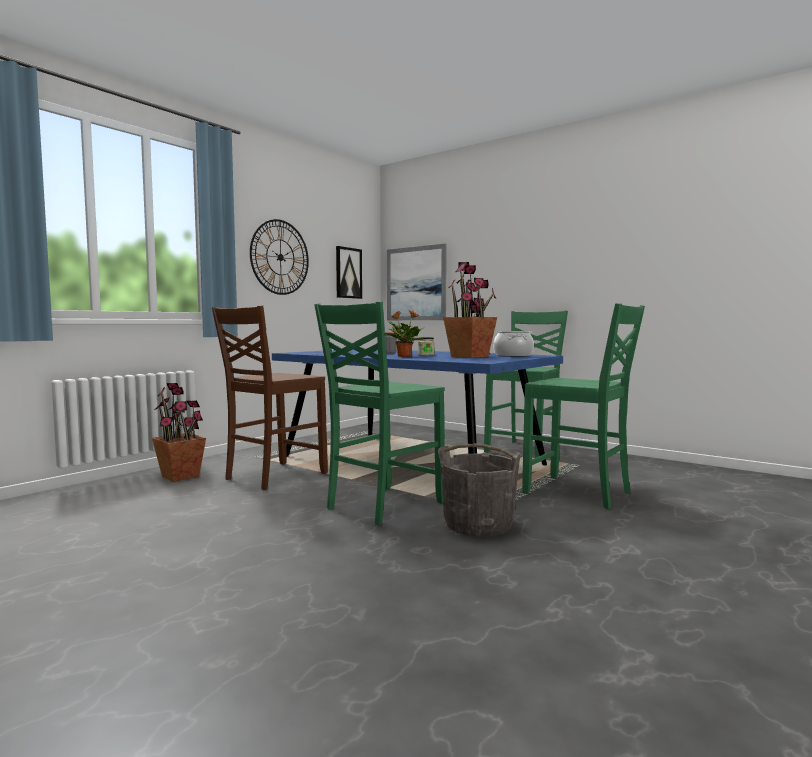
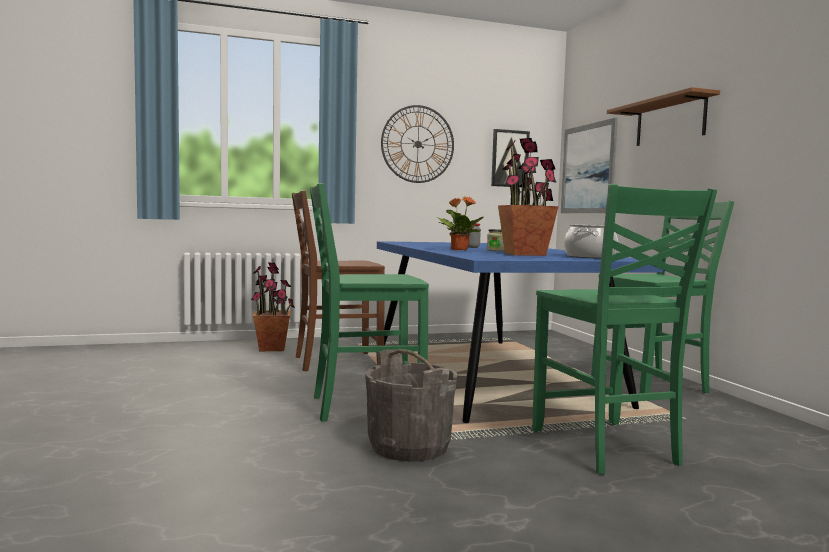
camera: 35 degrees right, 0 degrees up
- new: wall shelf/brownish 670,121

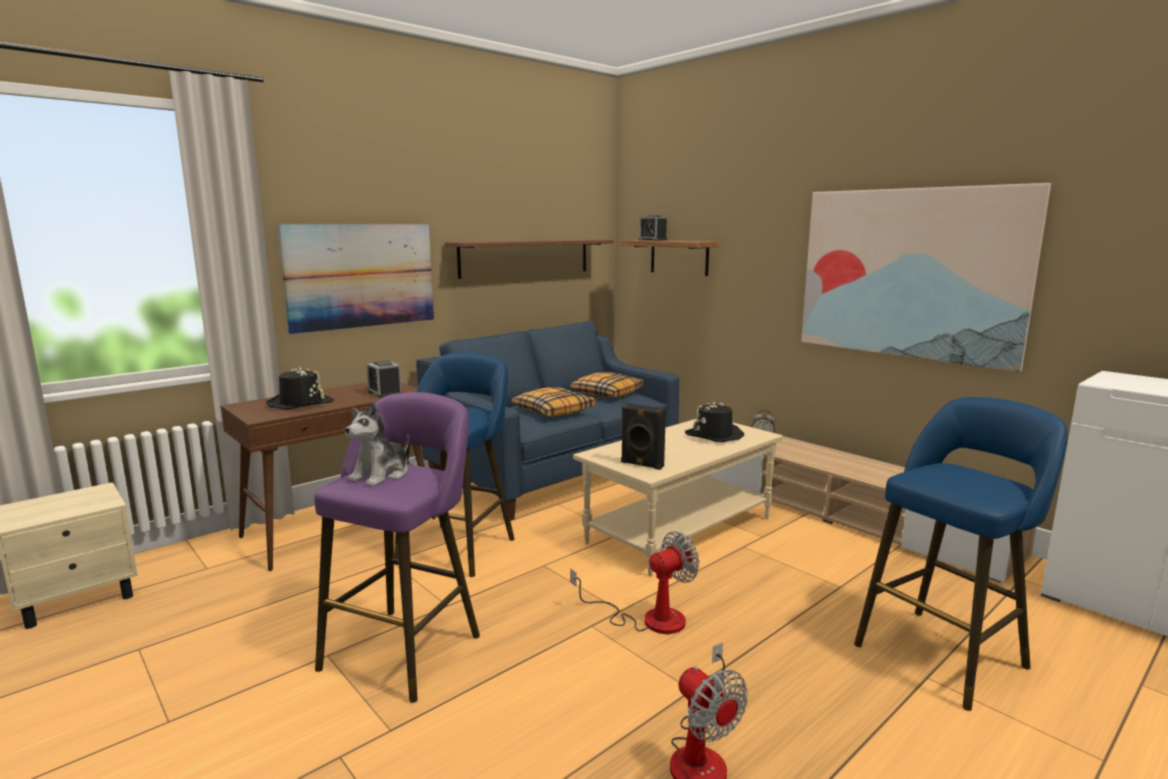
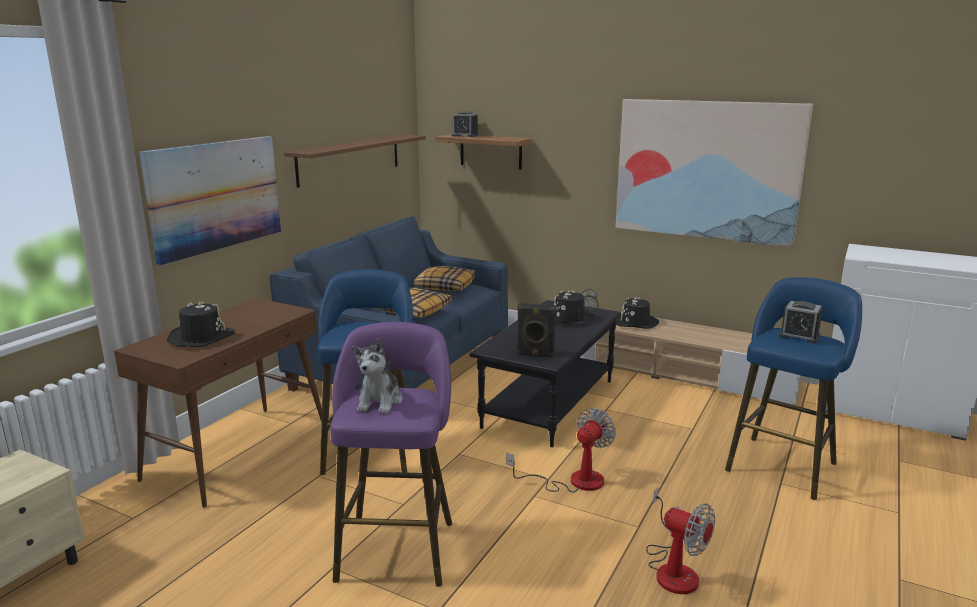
camera: 20 degrees left, 5 degrees up
- shifted: alarm clock 385,393 to 799,336
- repainted: coffee table/beige 679,529 to coffee table/blackish 548,403
- new: hat/blackish 635,323

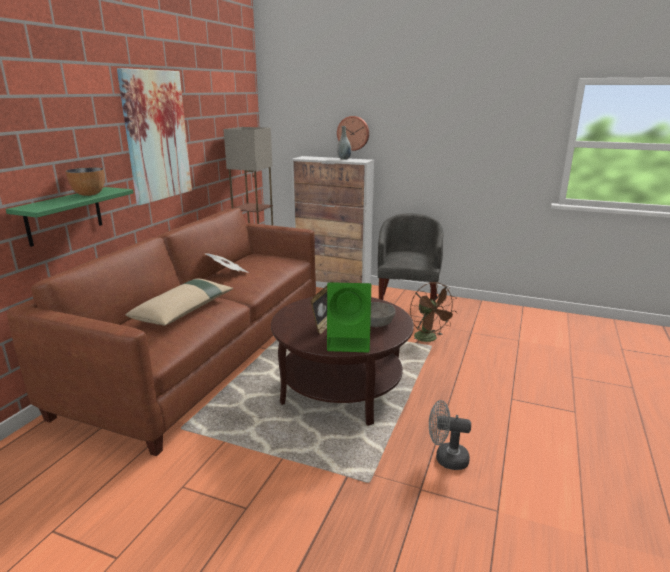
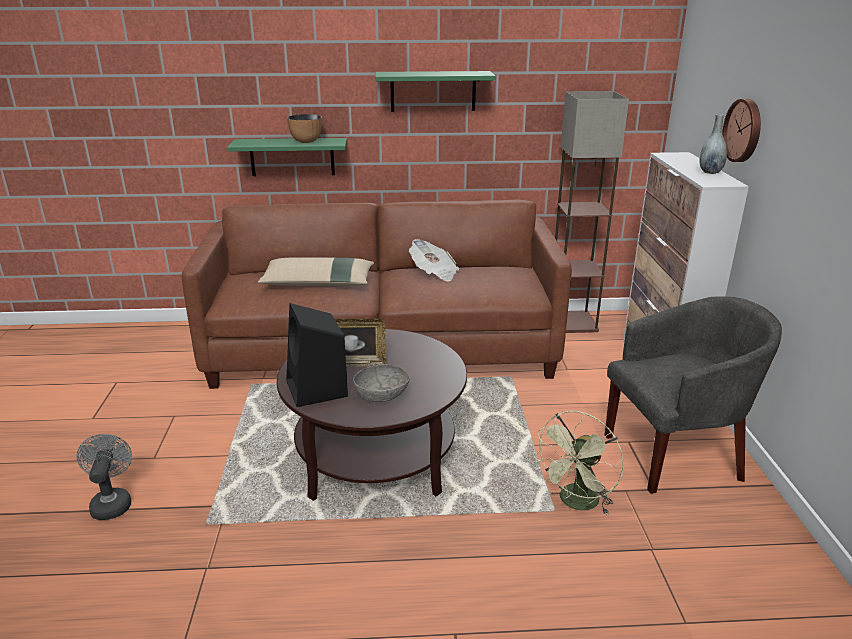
camera: 65 degrees right, 5 degrees up
- swapped: wall art 156,136 to wall shelf/green-coloured 433,91
- repainted: speaker/green-coloured 350,341 to speaker/blackish 317,389
- repainted: electric fan/brownish 429,339 to electric fan/green-coloured 576,504
- shifted: electric fan/greyish 446,458 to 112,502

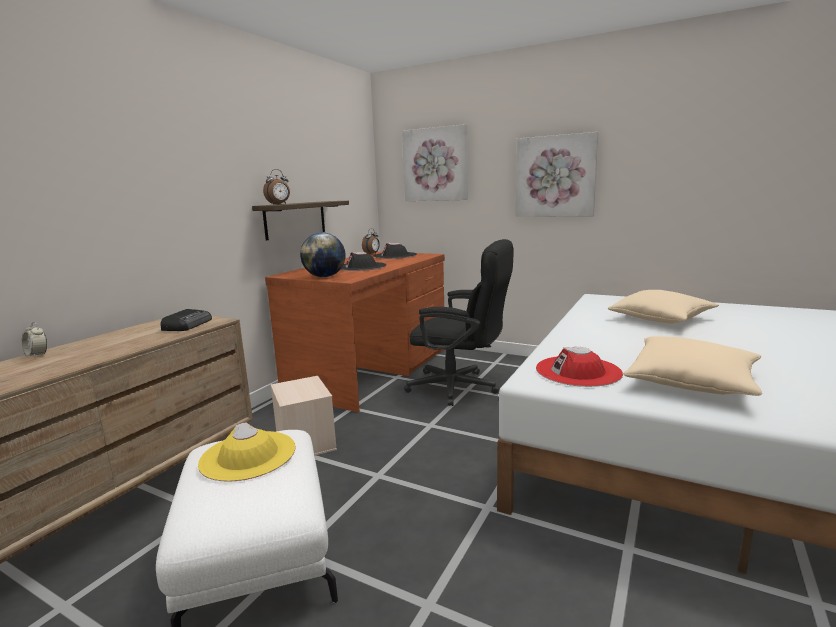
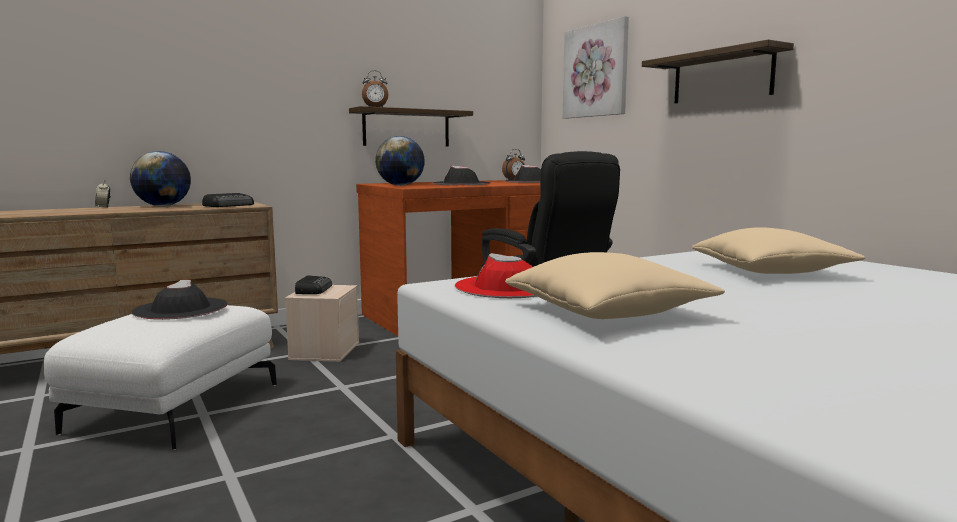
camera: 30 degrees right, 5 degrees down
- repainted: hat/yellow-coloured 248,455 to hat/blackish 180,309
- swapped: wall art 555,176 to wall shelf 722,77
- new: globe 163,206
- new: radio receiver 313,289

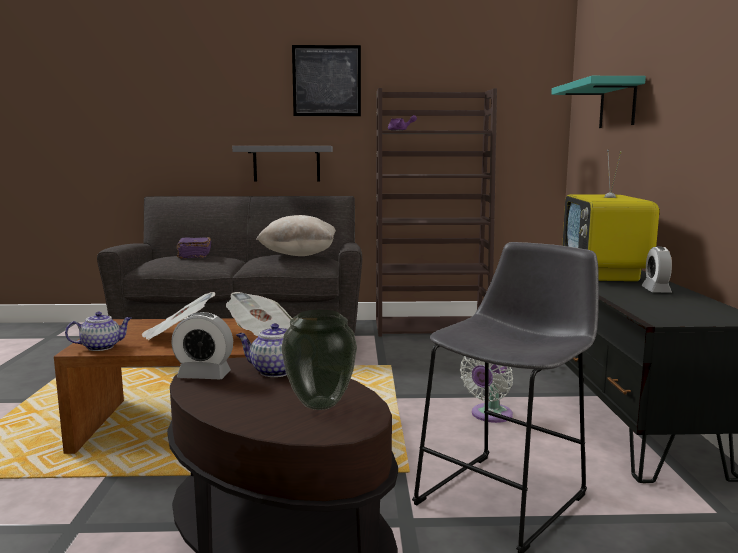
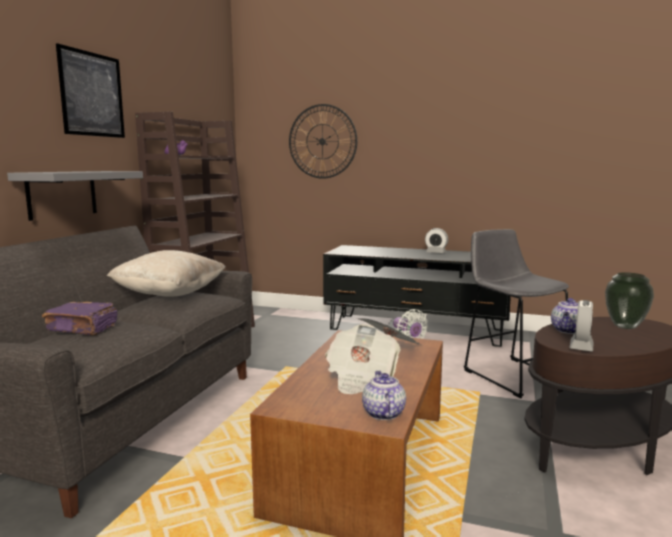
camera: 70 degrees left, 0 degrees up
- swapped: wall shelf/blue-green 617,104 to hanging clock 322,141
- gone: TV set 604,274

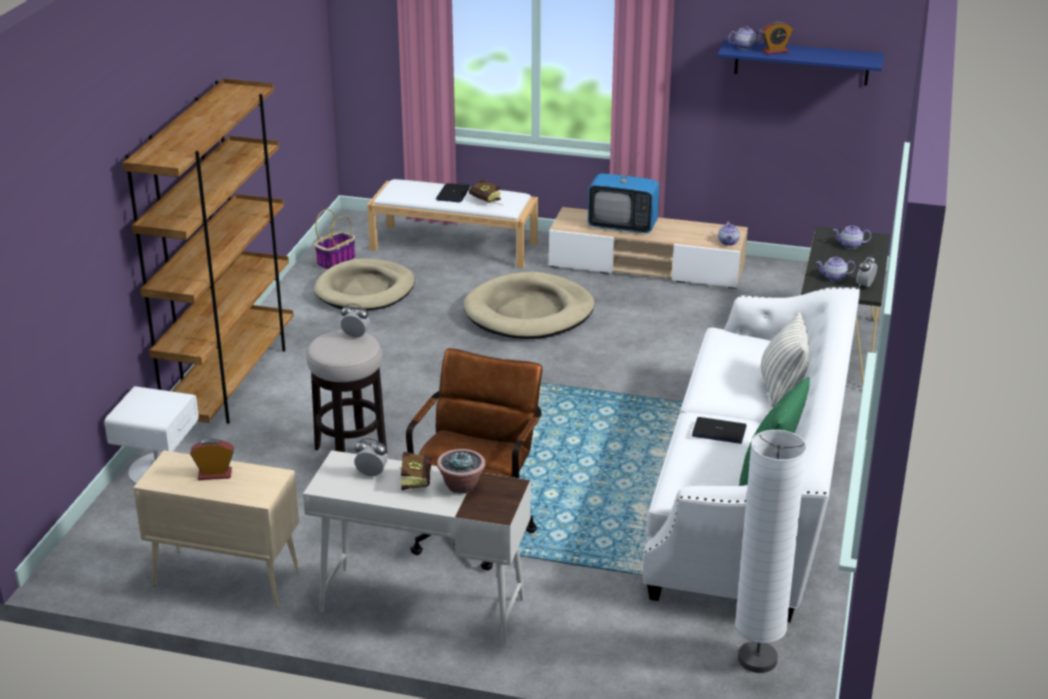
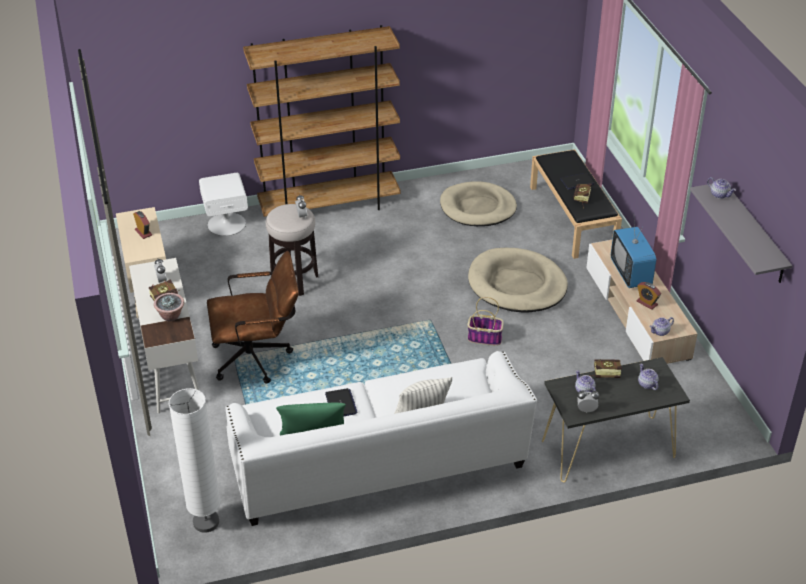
camera: 60 degrees right, 10 degrees up
- shifted: storage basket 336,261 to 485,338
- repainted: long seat/white 455,246 to long seat/blackish 573,218
- repainted: wall shelf/bluish 801,62 to wall shelf/greyish 754,234
- shifted: alarm clock 775,51 to 647,303
- new: volume 603,373

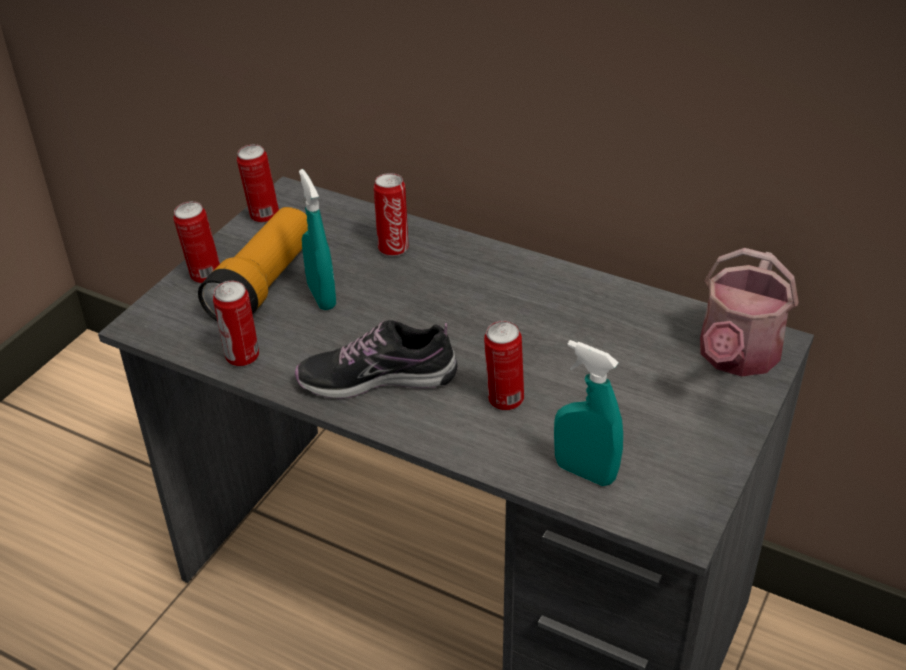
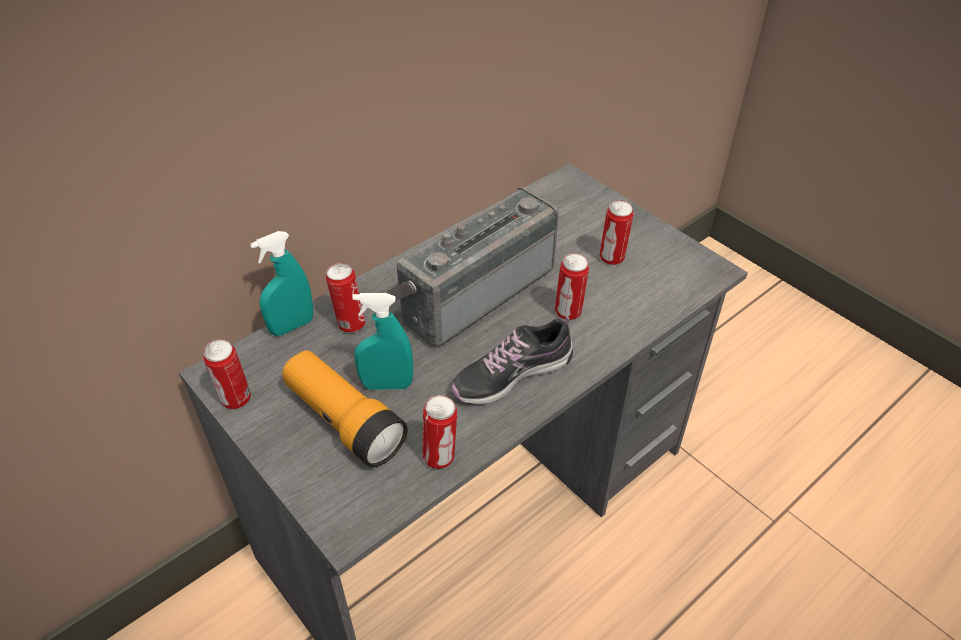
camera: 70 degrees left, 5 degrees up
- shifted: sealed can 204,276 to 612,258
- rotated: shoe 377,378 = 511,375 45 degrees clockwise
- shifted: sprayer/blue-green 585,472 to 292,326
- gone: sprinkling can 736,357
- new: radio receiver 474,291

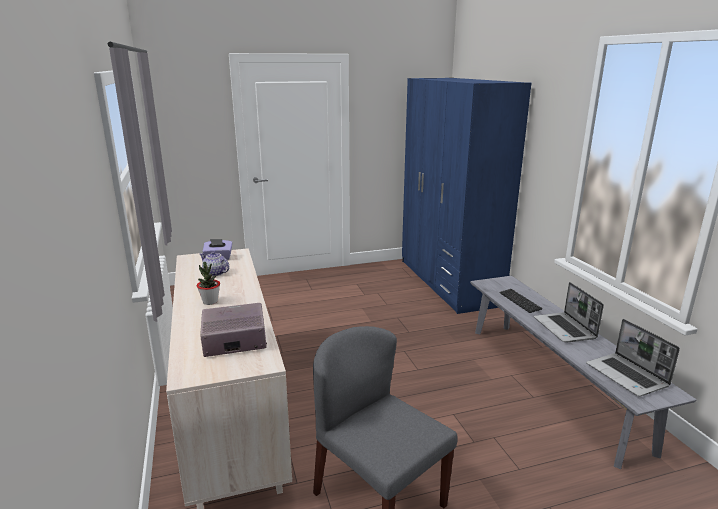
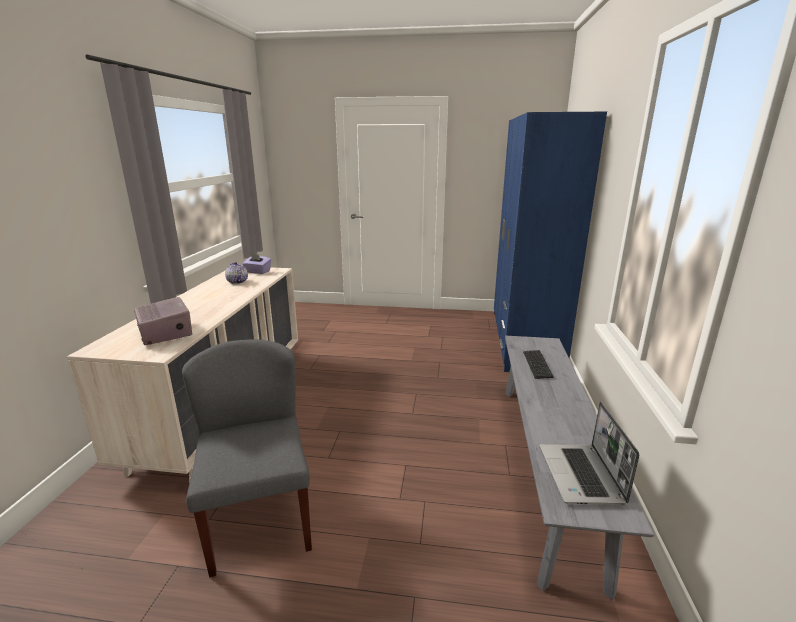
camera: 25 degrees right, 0 degrees up
- gone: plant in a pot 210,302
- rotated: radio receiver 234,342 = 165,333 45 degrees clockwise
- gone: laptop 565,329

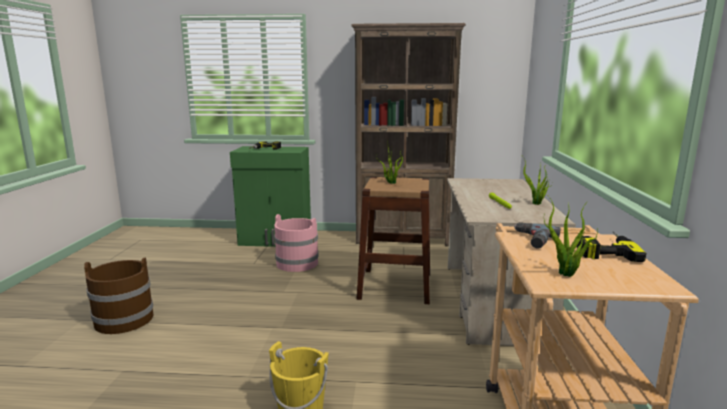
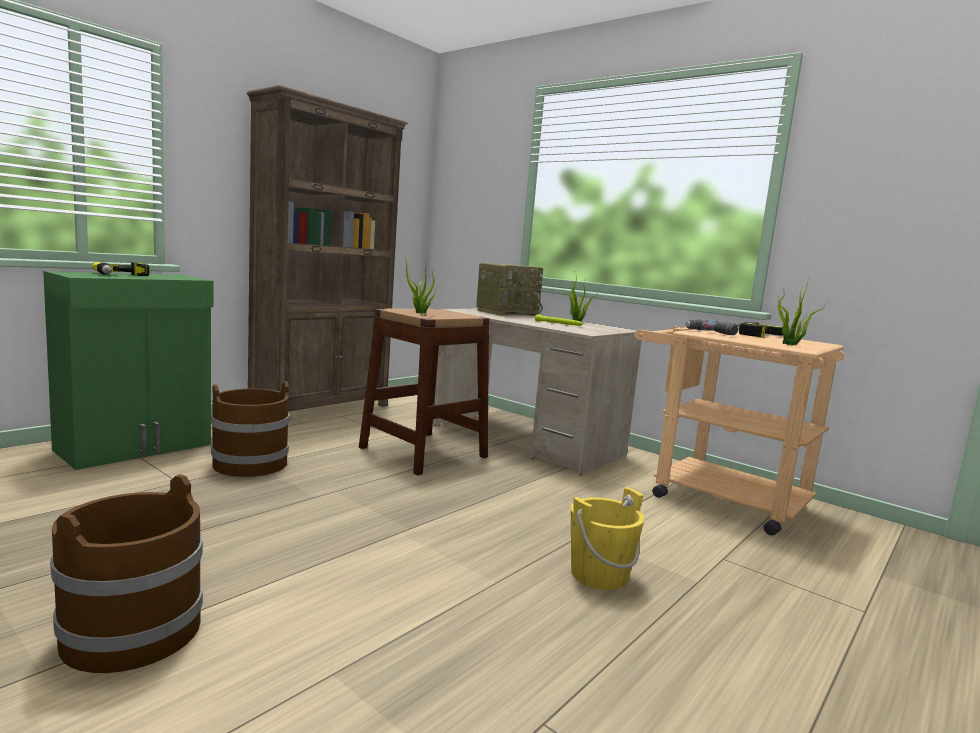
camera: 55 degrees left, 5 degrees down
- repainted: pail/pink 297,263 to pail/brownish 251,463
- new: radio receiver 507,313

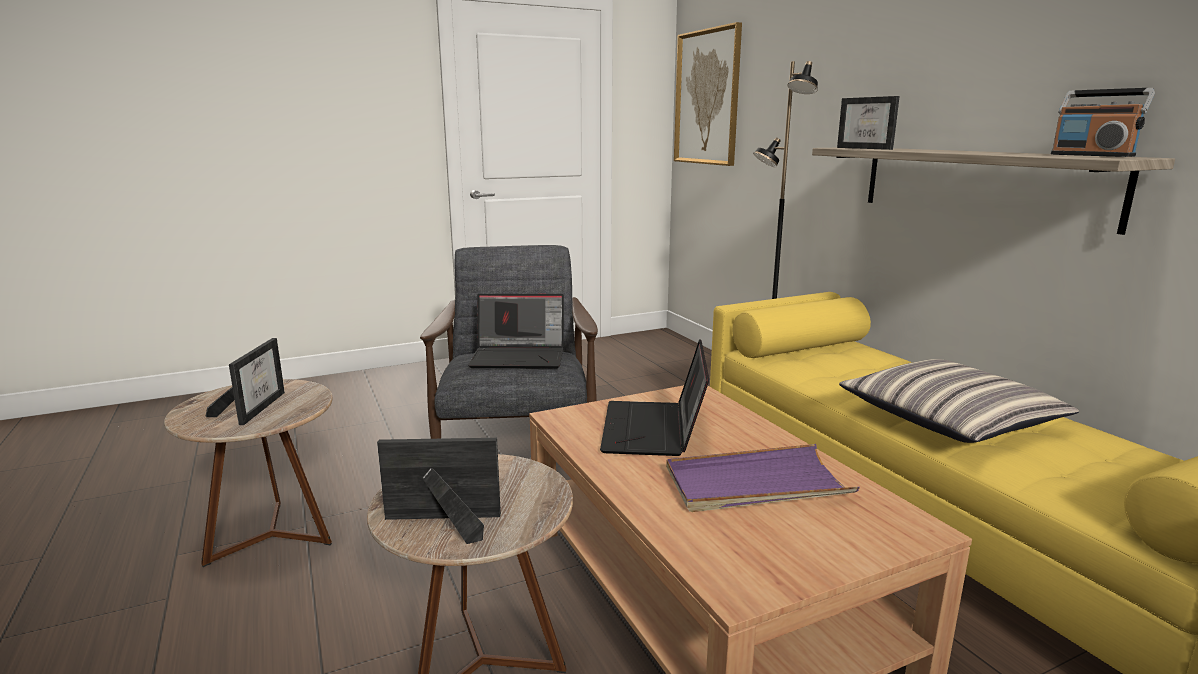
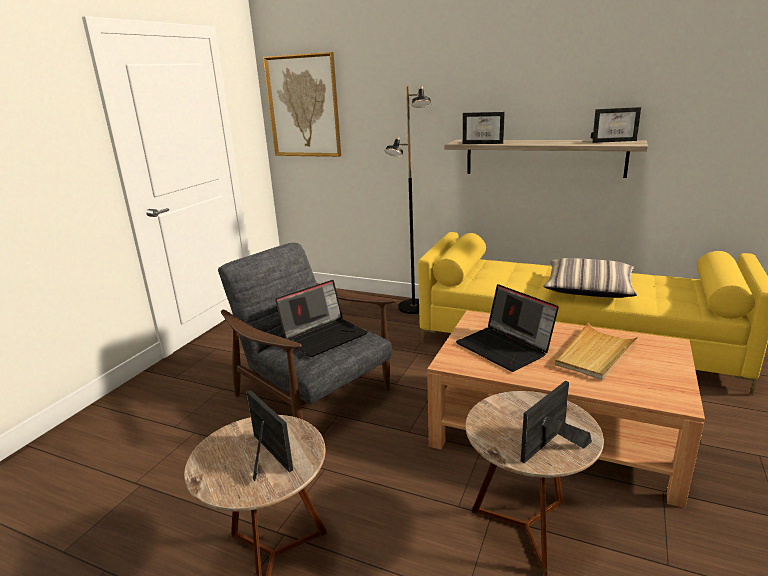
camera: 40 degrees left, 5 degrees up
- repainted: tray/purple 755,484 to tray/beige 595,354
- swapped: radio receiver 1092,155 to picture frame 613,141

